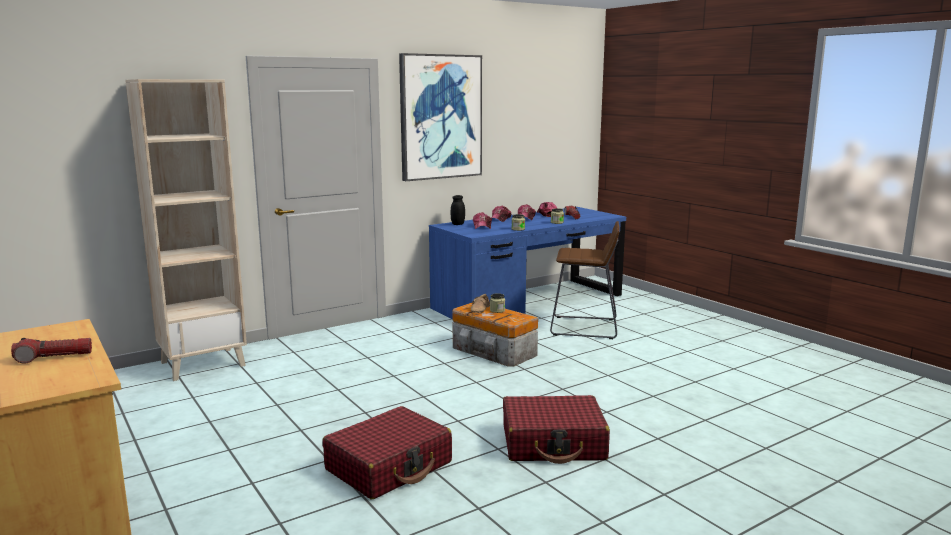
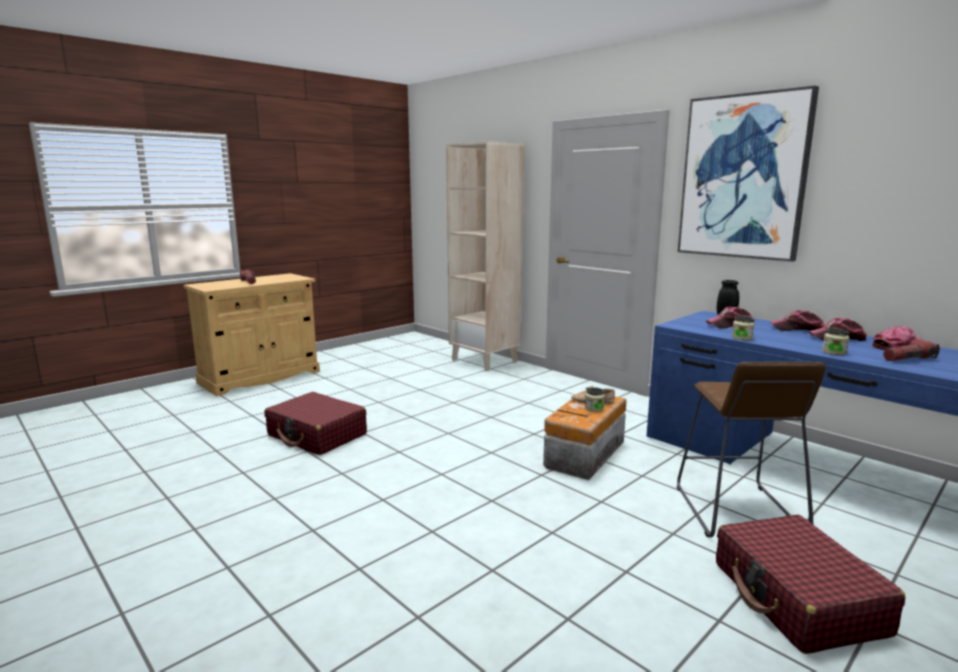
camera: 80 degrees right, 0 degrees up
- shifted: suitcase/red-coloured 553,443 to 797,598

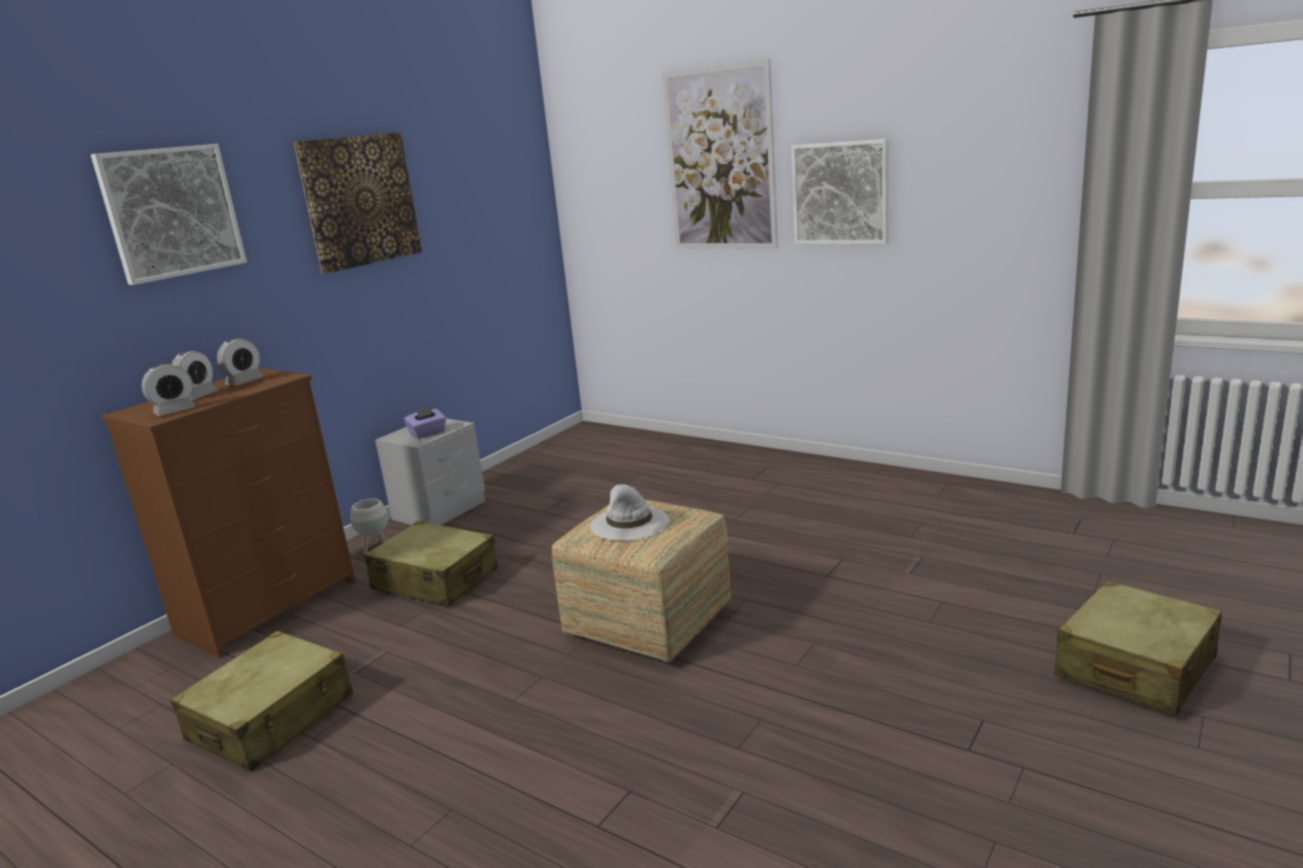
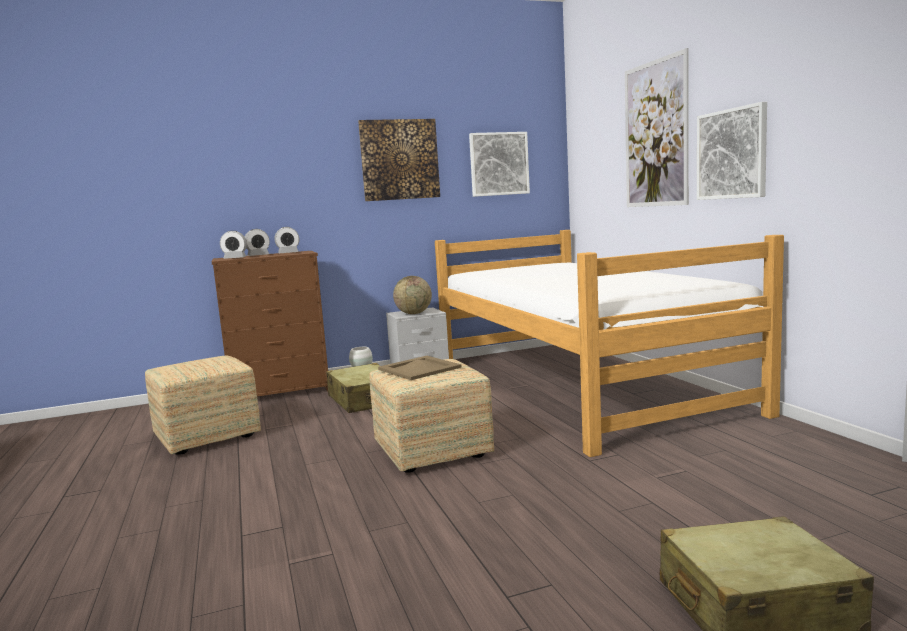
camera: 35 degrees right, 10 degrees down
- shifted: wall art 172,212 to 499,164
- swapped: suitcase/beige 272,718 to footrest 208,436
- swapped: tissue box/purple 428,433 to globe 414,313
- swapped: hat/white 629,524 to tray/beige 420,368
- new: bed 577,383

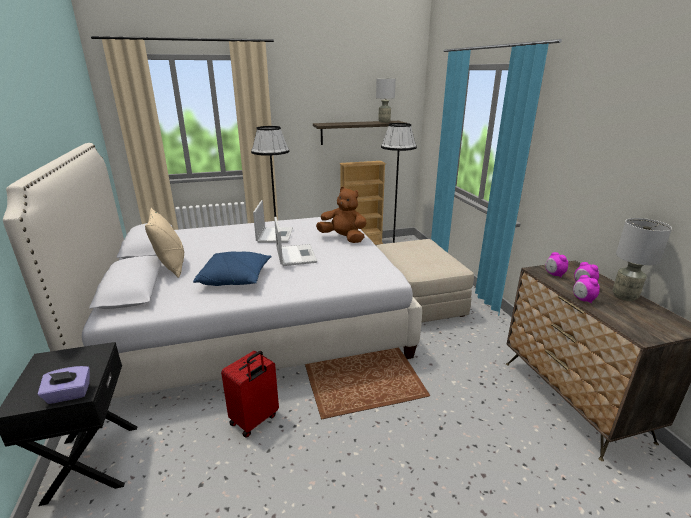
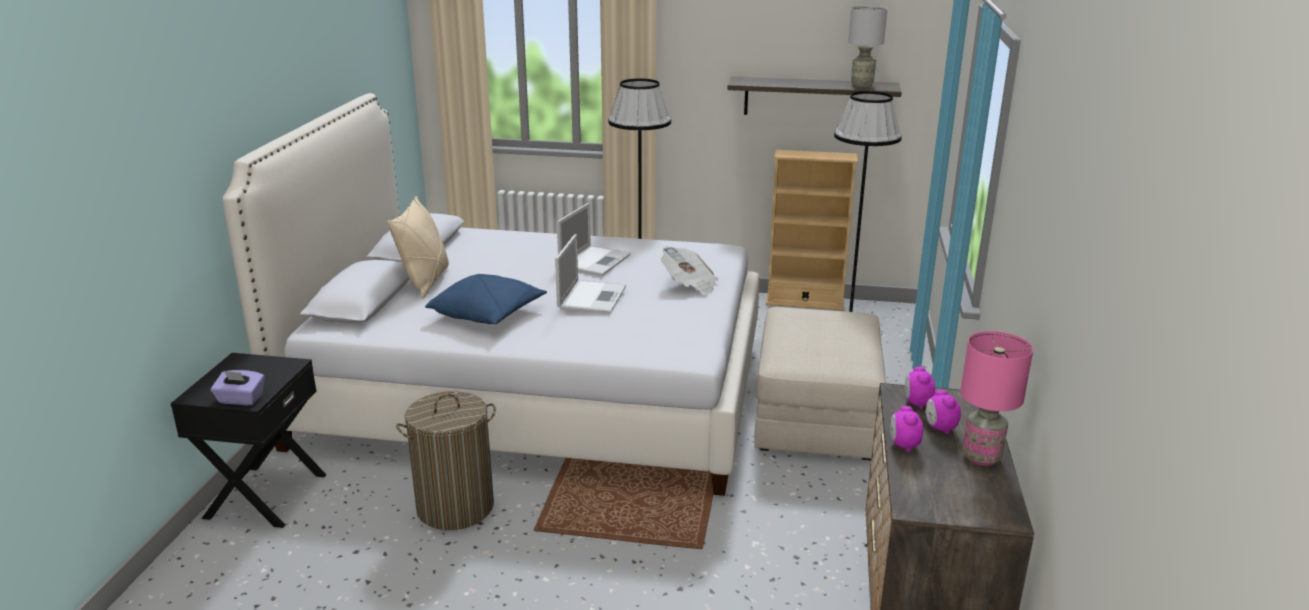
camera: 25 degrees right, 0 degrees up
- swapped: suitcase/red-coloured 255,420 to hamper 455,507
- swapped: soft toy/brownish 343,238 to printed paper 689,285
- repainted: table lamp/greyish 625,296 to table lamp/pink 982,458

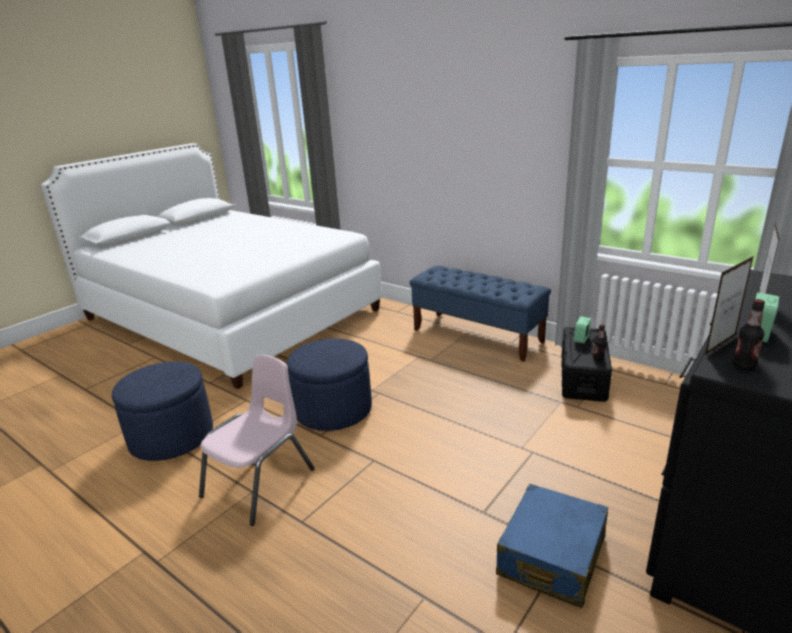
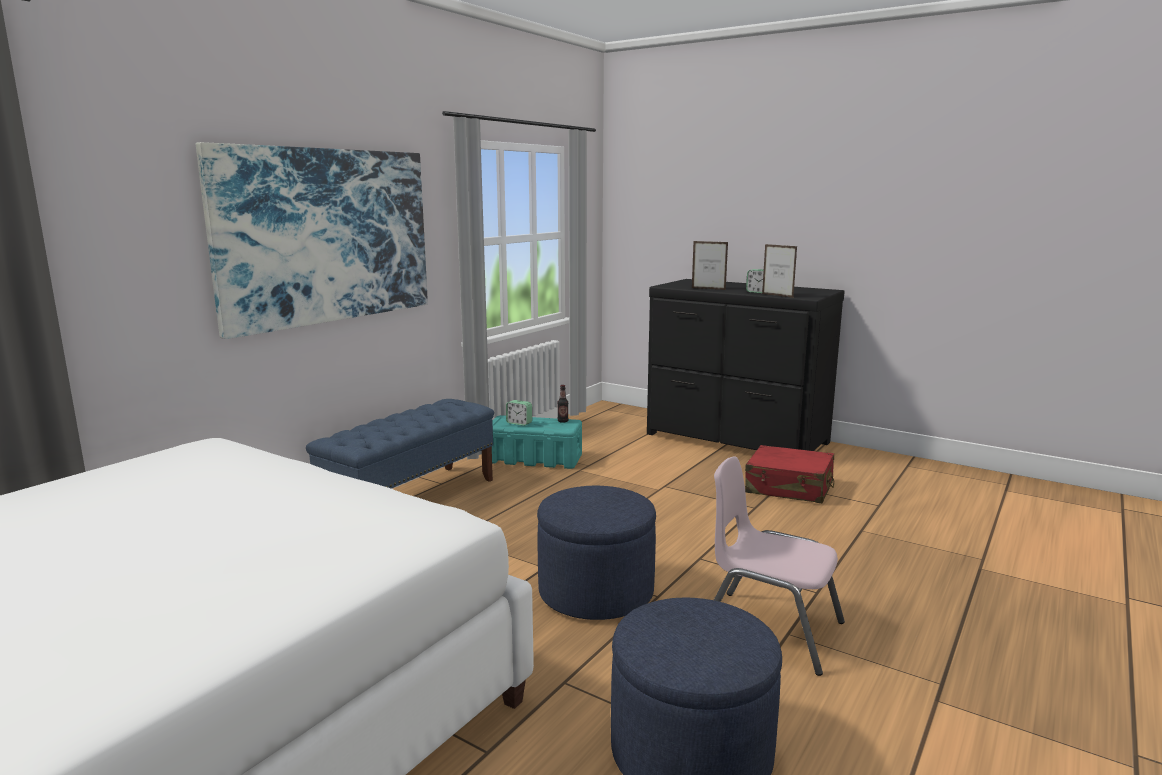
camera: 95 degrees left, 10 degrees down
- repainted: suitcase/bluish 551,556 to suitcase/red-coloured 789,488
- repainted: storage box/blackish 583,378 to storage box/blue-green 535,459
- gone: bottle 743,366
- new: wall art 326,236

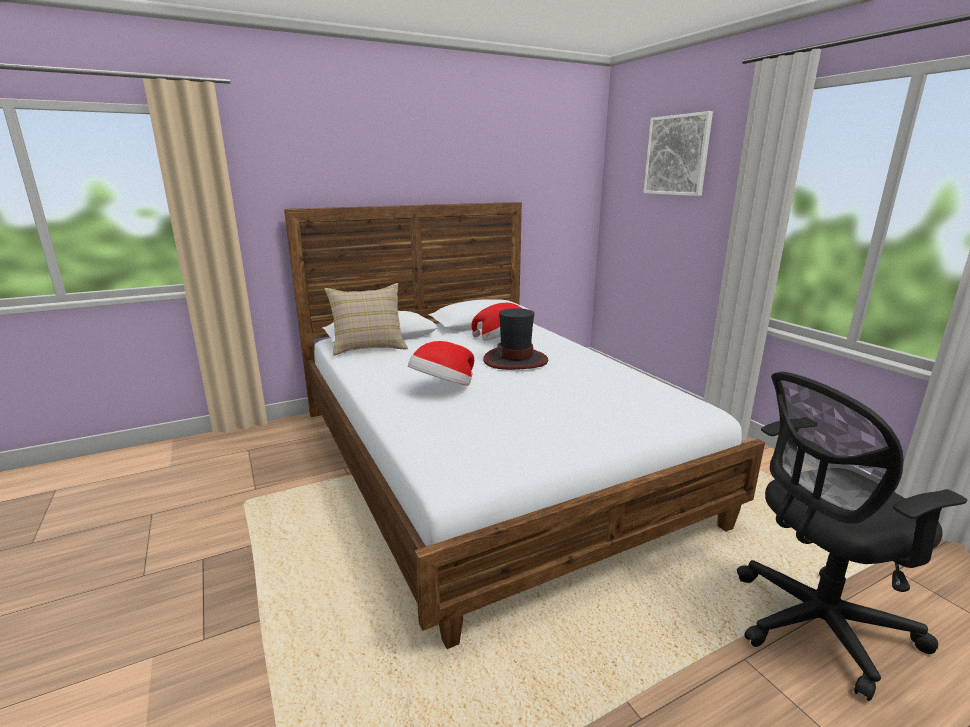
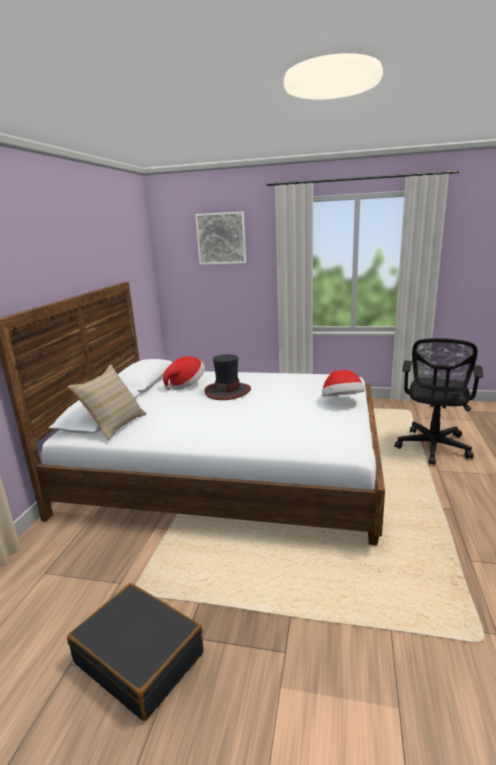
camera: 50 degrees left, 0 degrees up
- shifted: hat 442,388 to 342,401
- new: suitcase/blackish 140,657

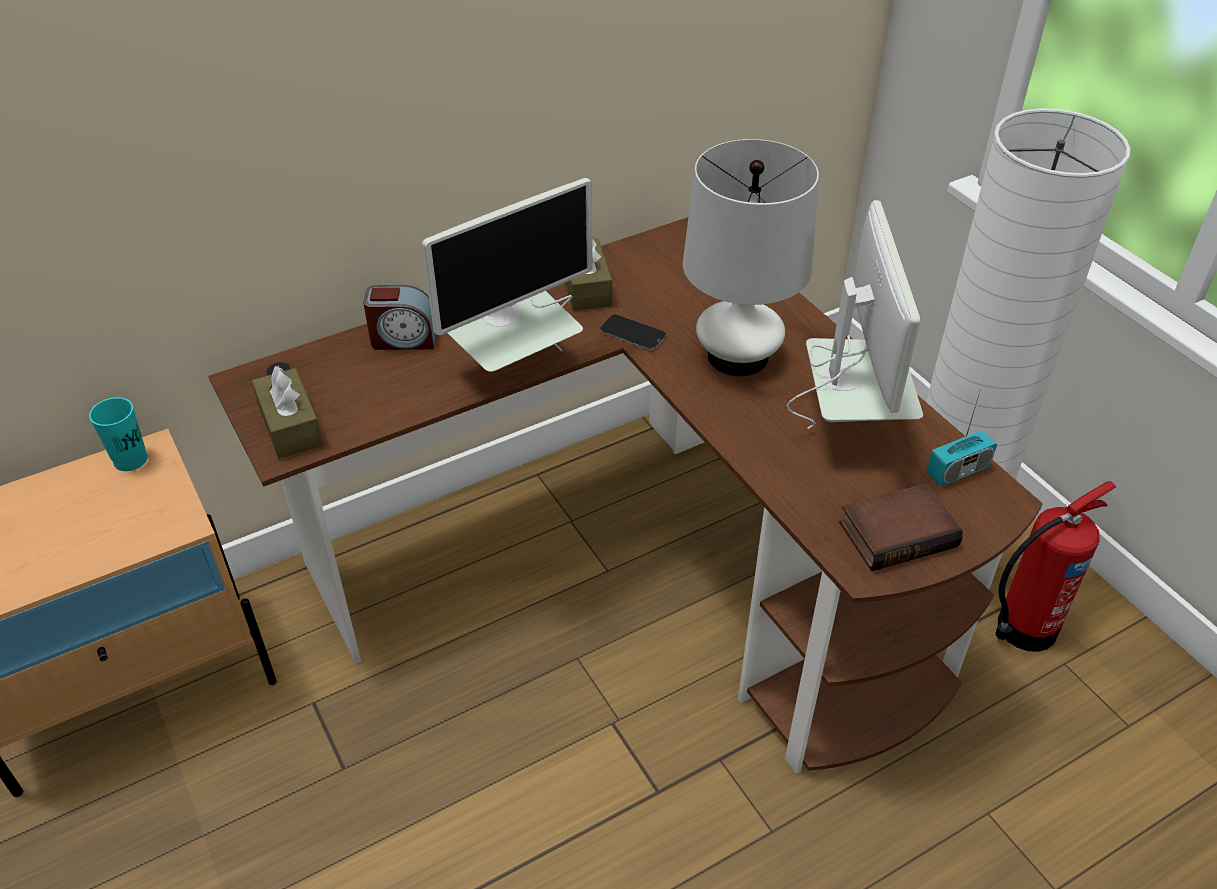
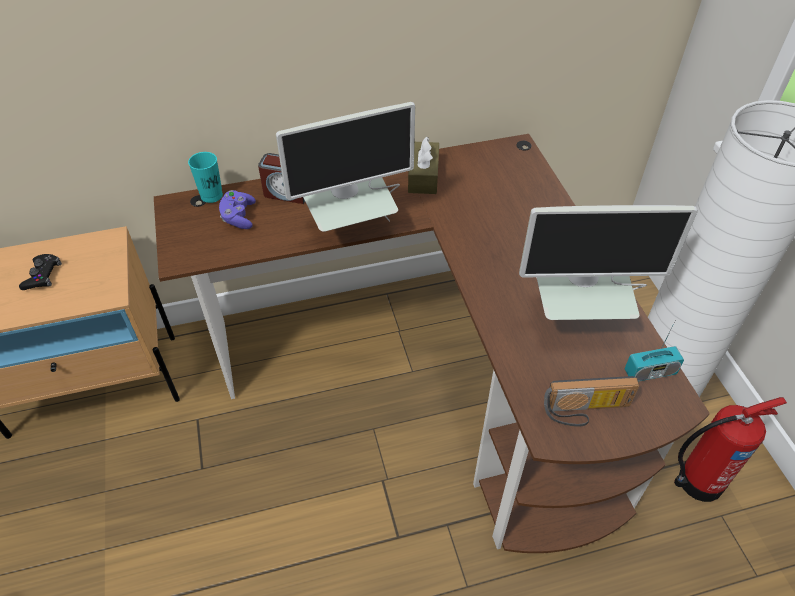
camera: 15 degrees right, 5 degrees up
- shifted: cup/blue-green 130,460 to 211,195
- gone: tissue box/brownish 290,426
- gone: telephone 632,334
- gone: table lamp/white 737,356
- rotated: computer display 847,426 = 576,319 75 degrees clockwise
- swapped: volume 897,532 to radio receiver 586,412
- new: gamepad/blackish 42,275
- new: gamepad/purple 239,217

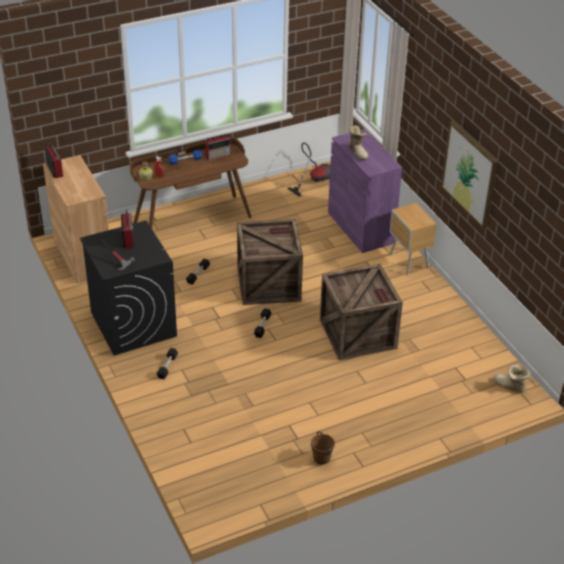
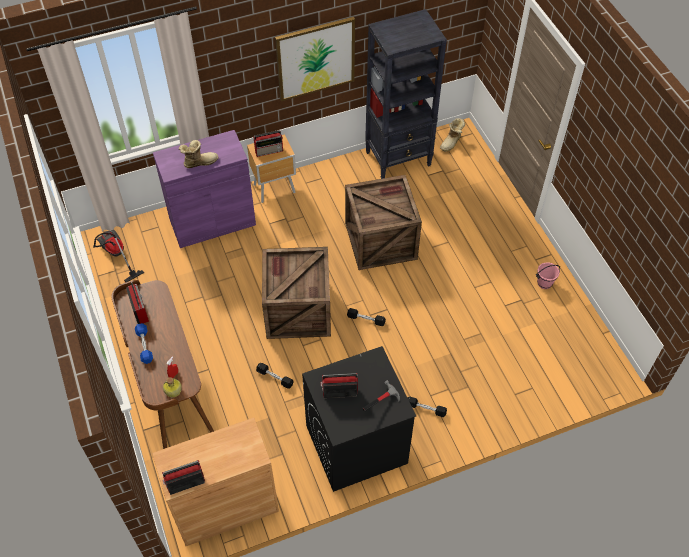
camera: 85 degrees left, 15 degrees up
- repainted: pail/brownish 321,458 to pail/pink 544,283
- new: radio receiver 269,150
- new: bookshelf/blackish 399,159

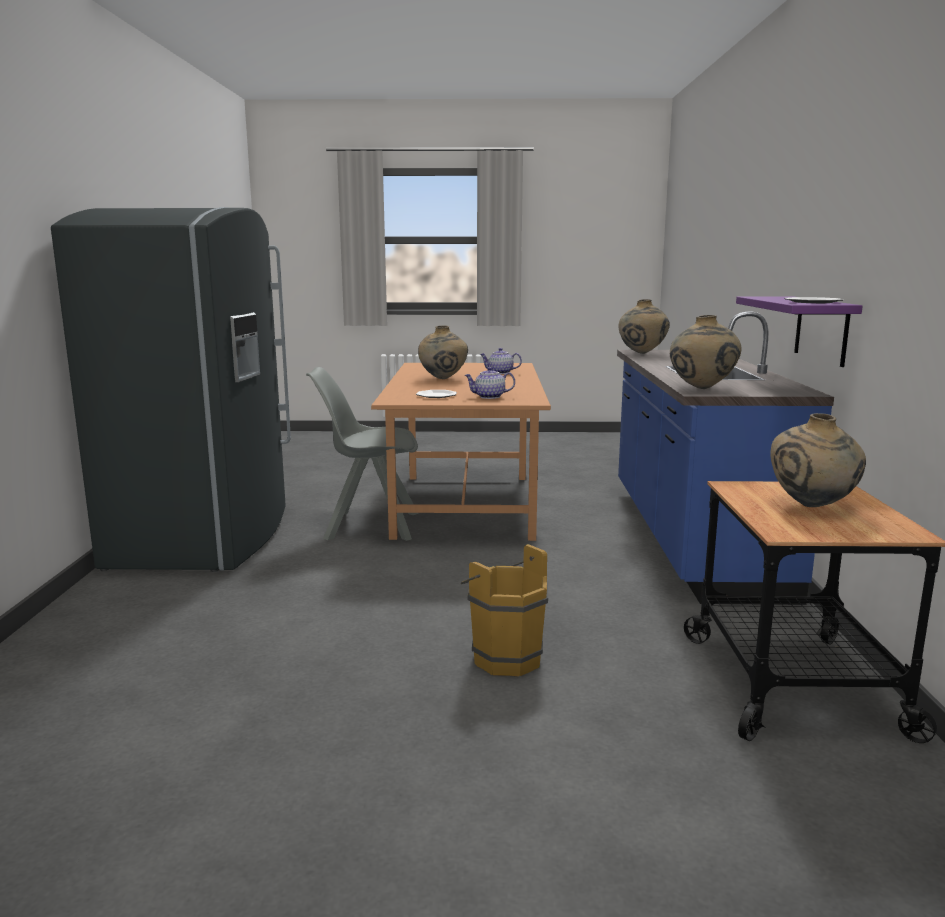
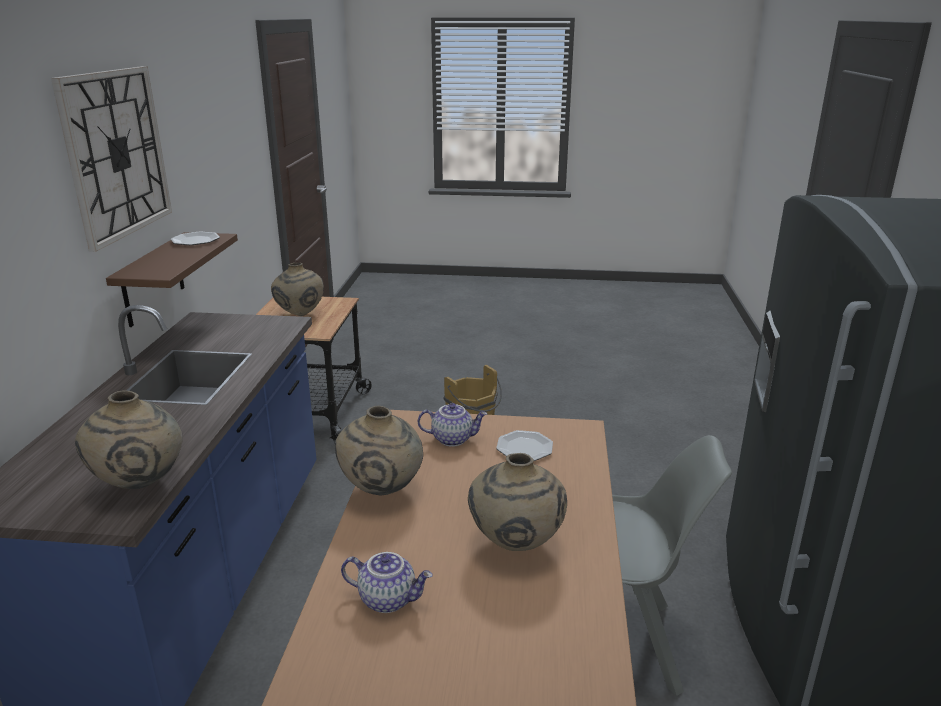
camera: 175 degrees left, 10 degrees up
- shifted: decorative vase/beige 702,389 to 382,490
- repainted: wall shelf/purple 821,330 to wall shelf/brownish 153,279
- new: hanging clock 116,154

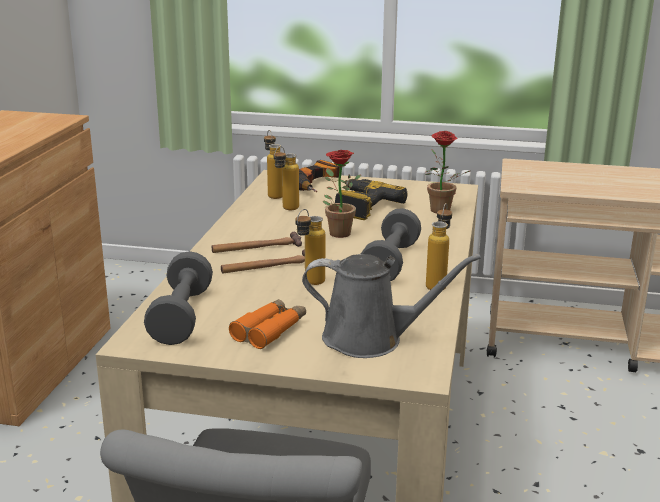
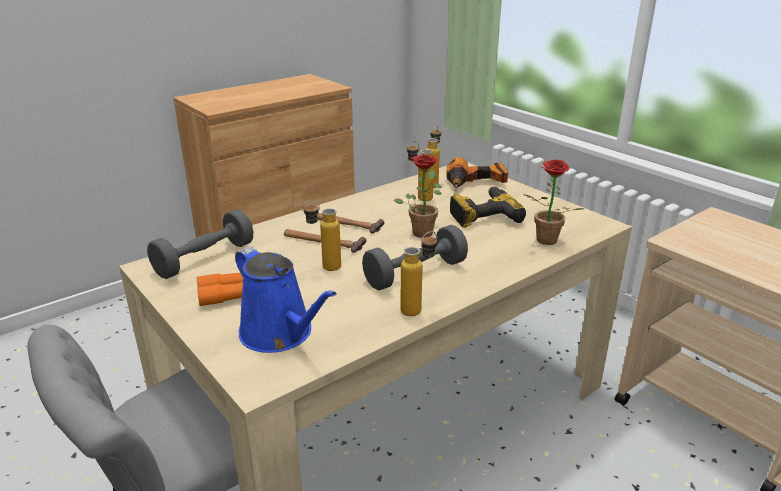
camera: 40 degrees right, 5 degrees up
- repainted: sprinkling can/greyish 370,339 to sprinkling can/bluish 280,334

